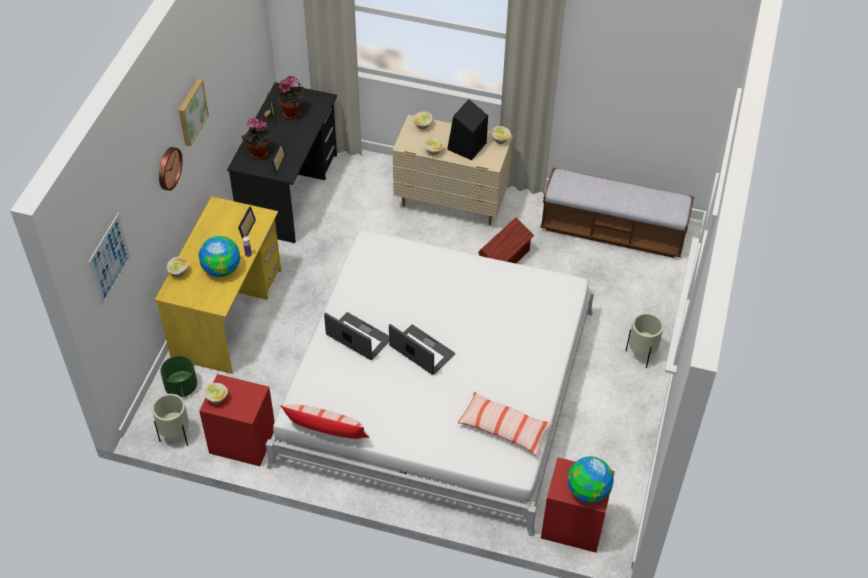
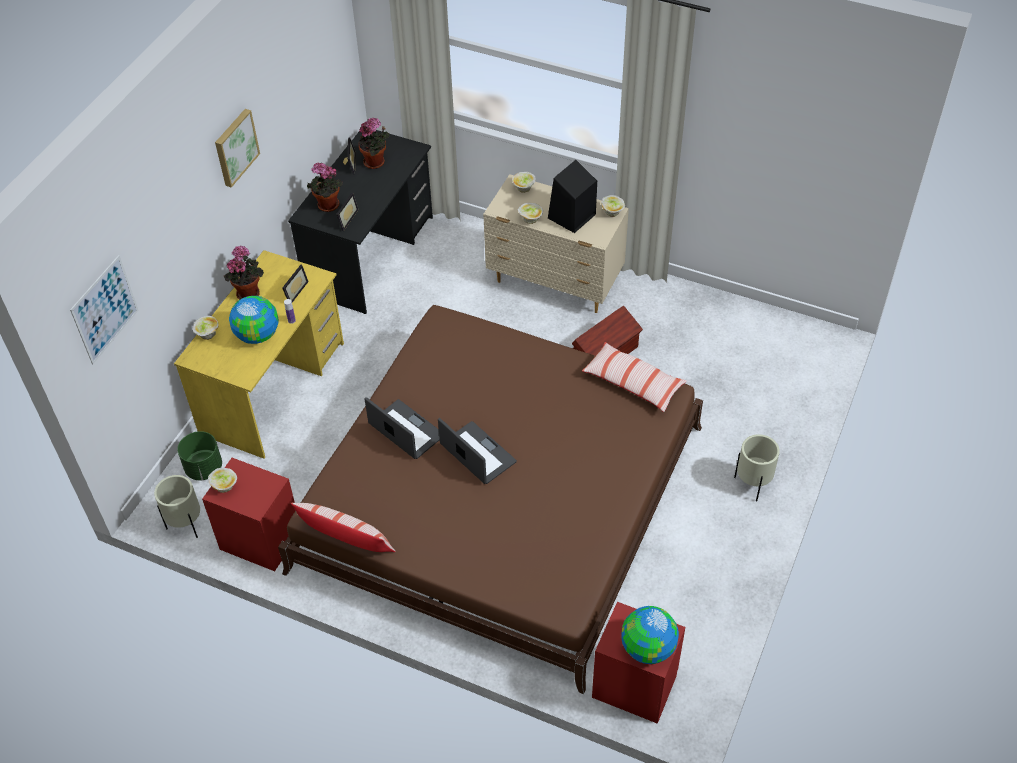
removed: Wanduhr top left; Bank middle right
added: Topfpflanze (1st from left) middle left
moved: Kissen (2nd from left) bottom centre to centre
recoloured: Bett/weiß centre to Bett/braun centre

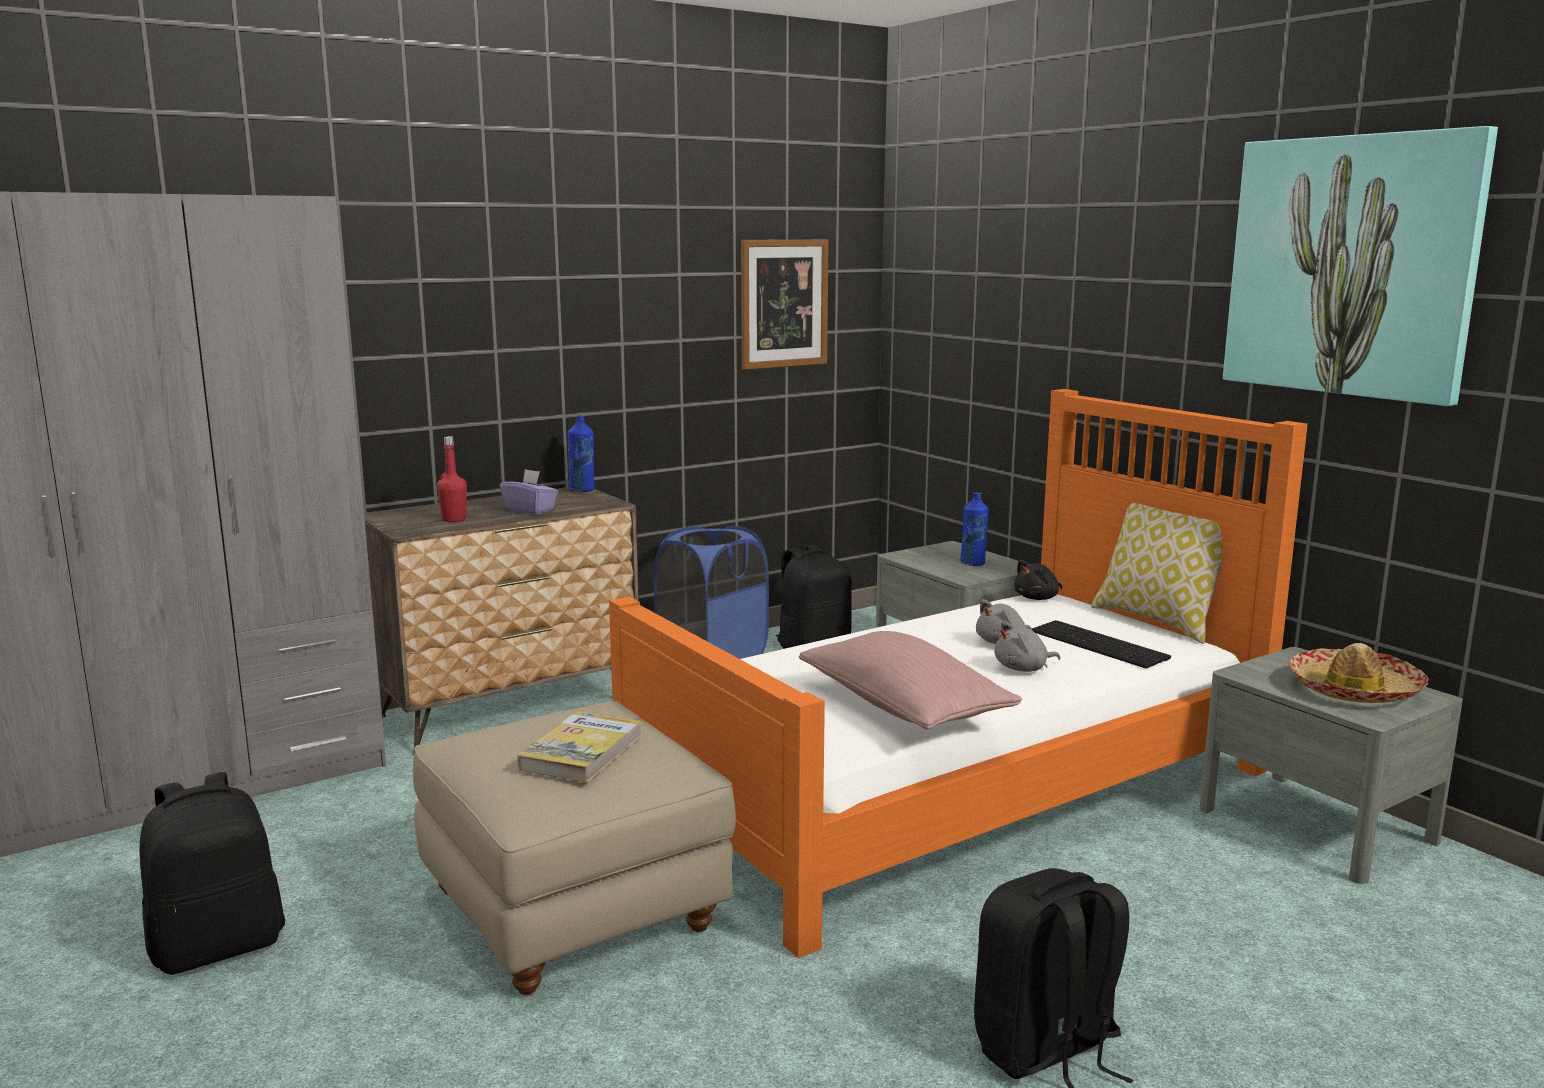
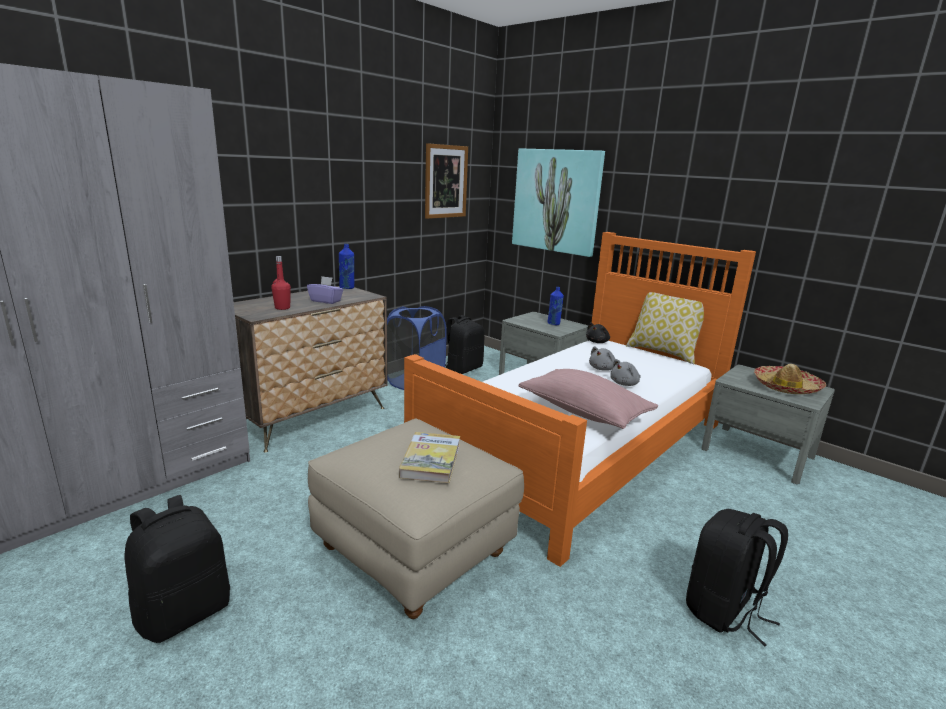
removed: Tastatur middle right
moved: Bild (2nd from left) top right to top centre

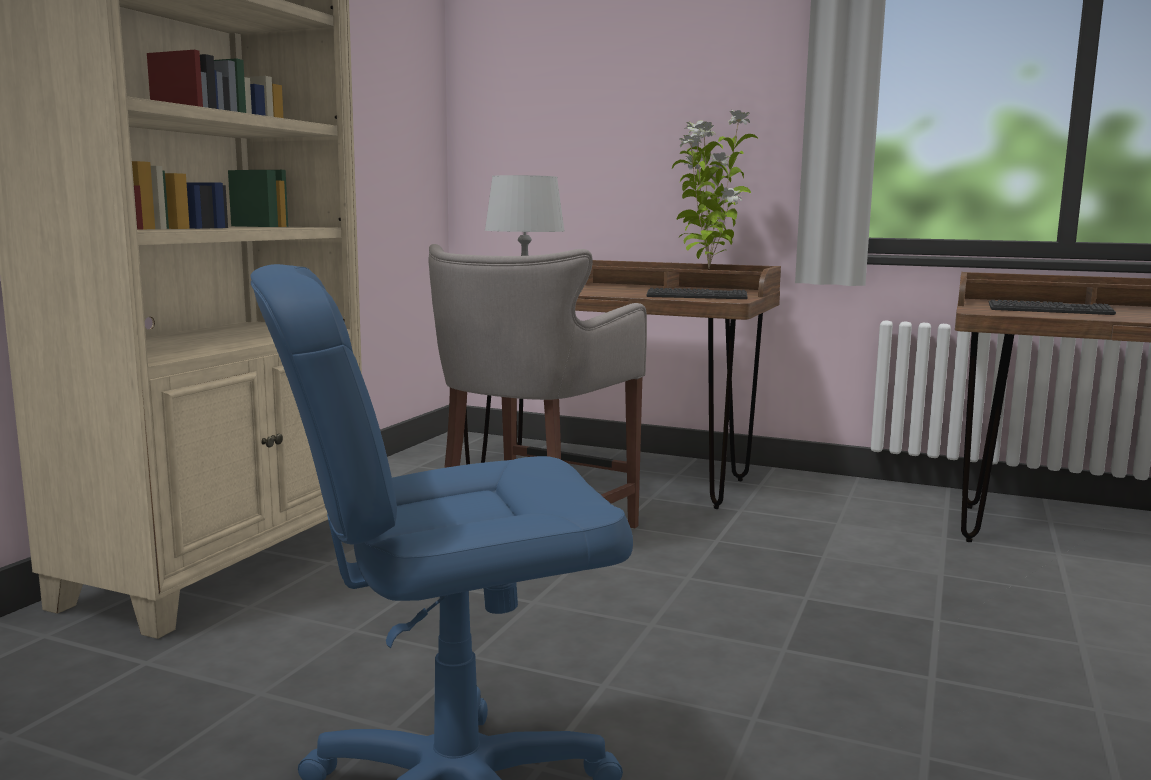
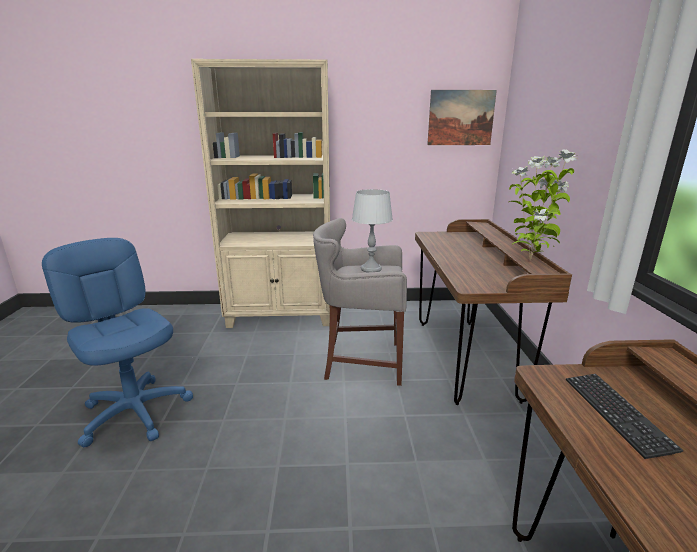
removed: Tastatur (1st from left) centre
added: Bild top centre

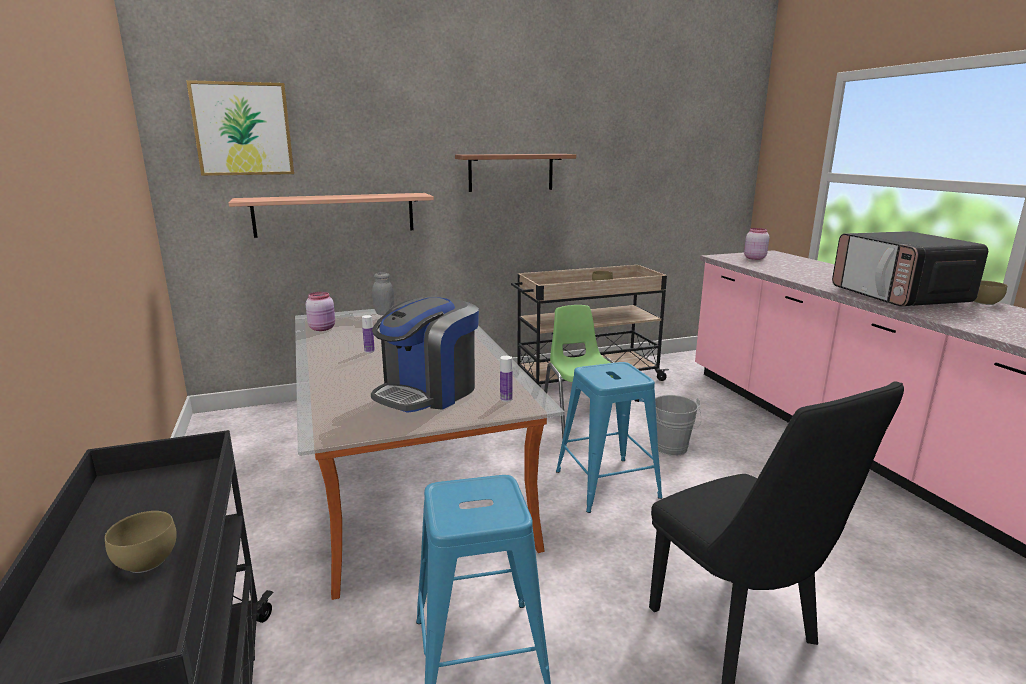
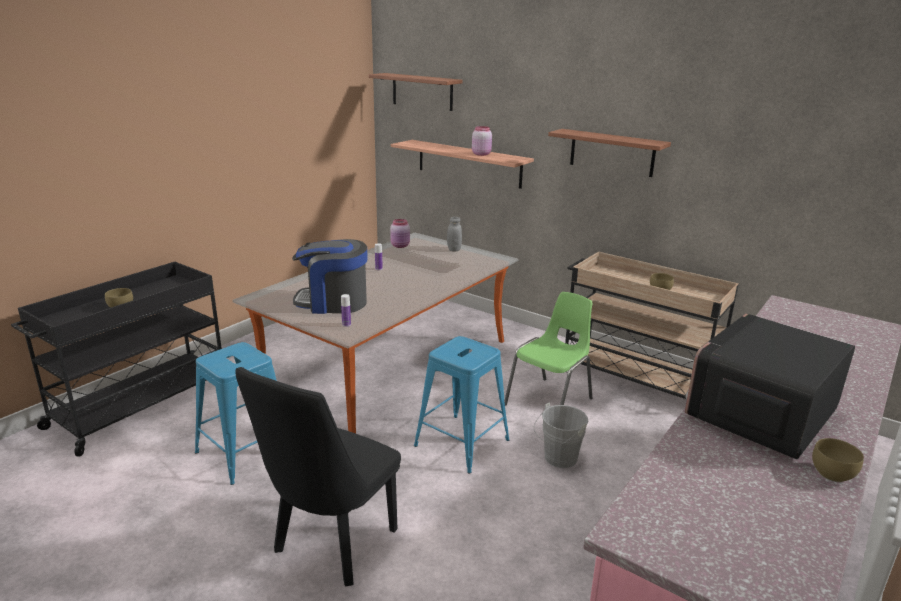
moved: Vorratsglas/rosa (2nd from left) middle right to top centre
replaced: Bild top left to Wandregal (1st from left) top centre

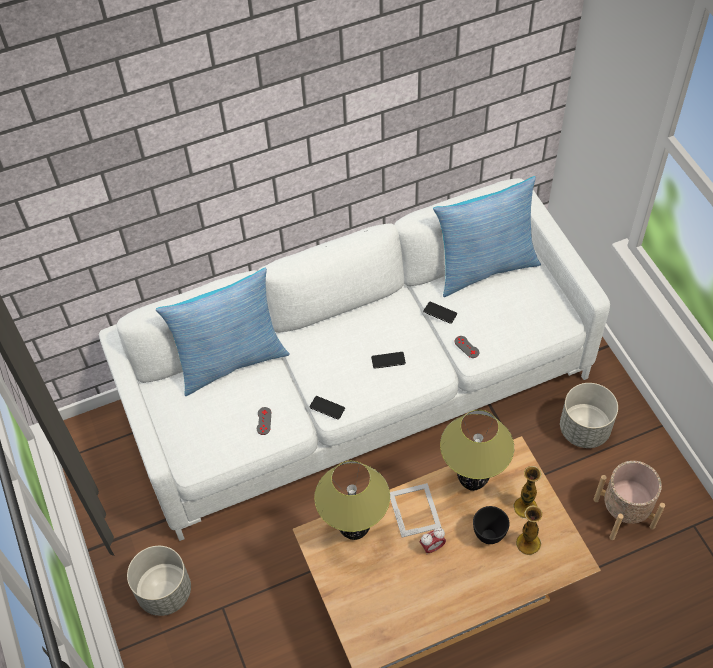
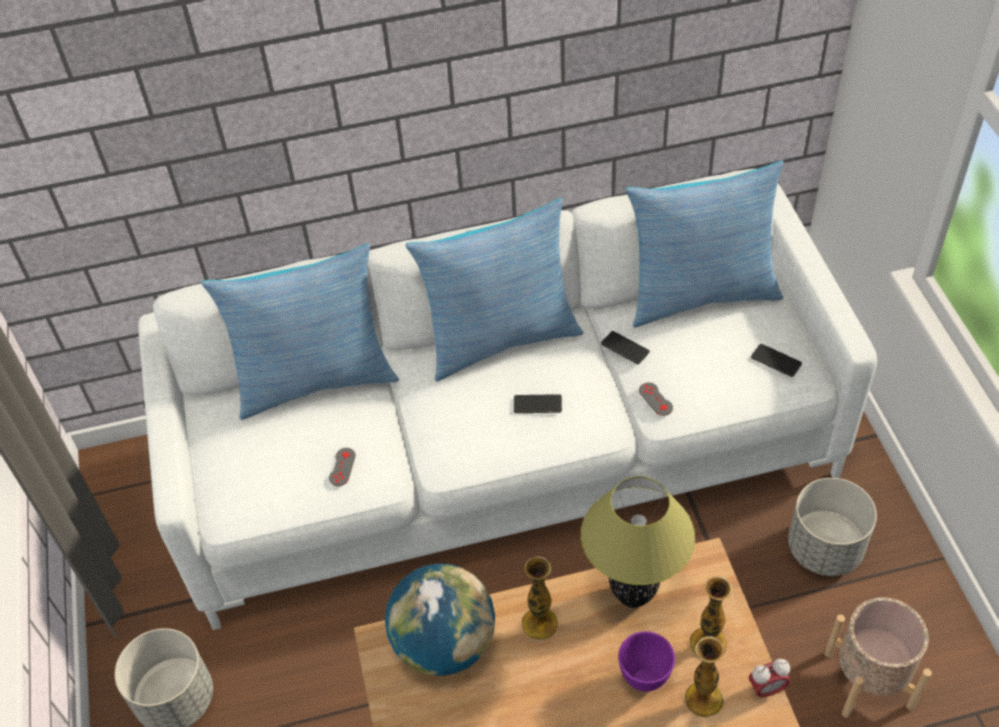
added: Kissen (2nd from left) centre
moved: Handy (1st from left in the first image) centre to Handy (3rd from left) middle right; Wecker bottom centre to bottom right
replaced: Tischlampe (1st from left) bottom centre to Globus bottom centre; Bilderrahmen bottom centre to Vase (1st from left) bottom centre
recoloured: Schüssel/schwarz bottom right to Schüssel/lila bottom centre

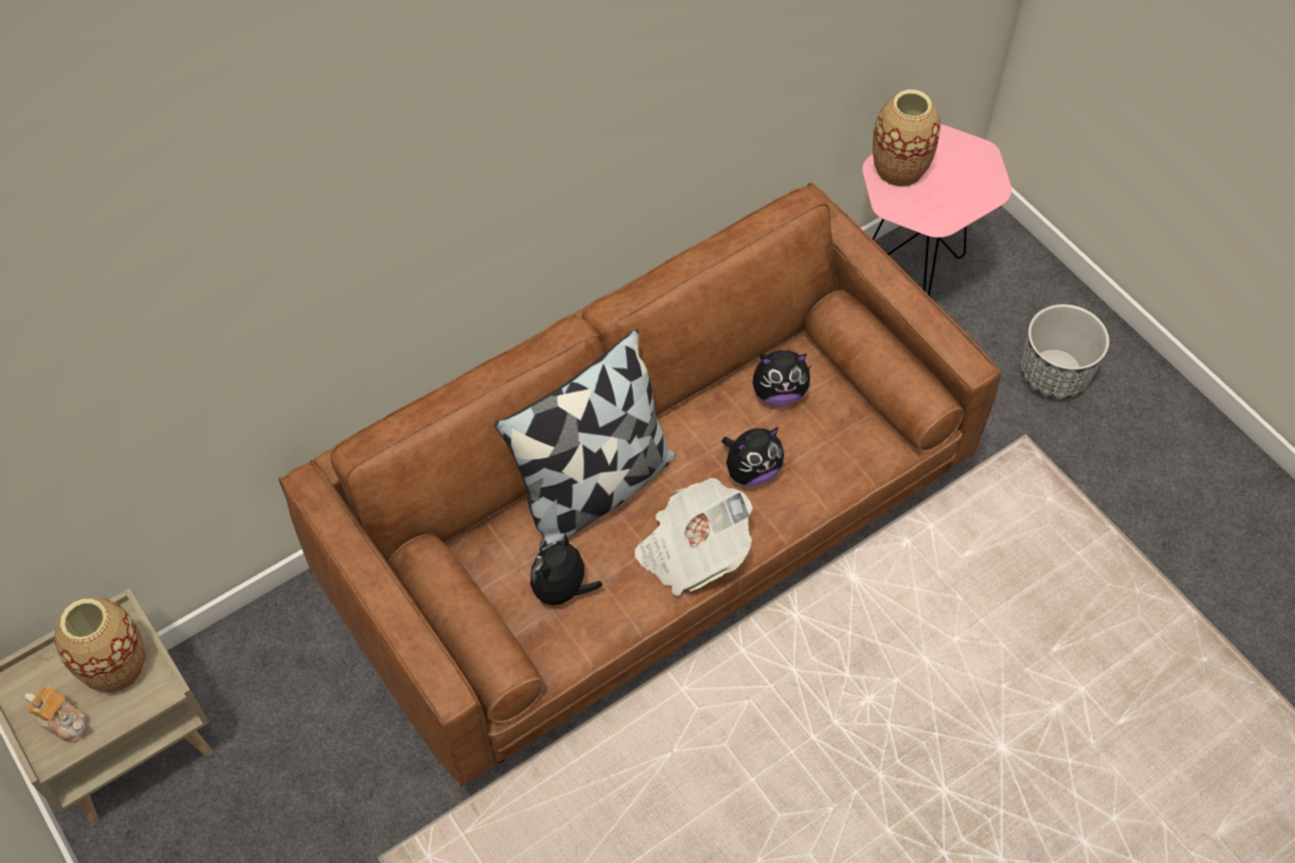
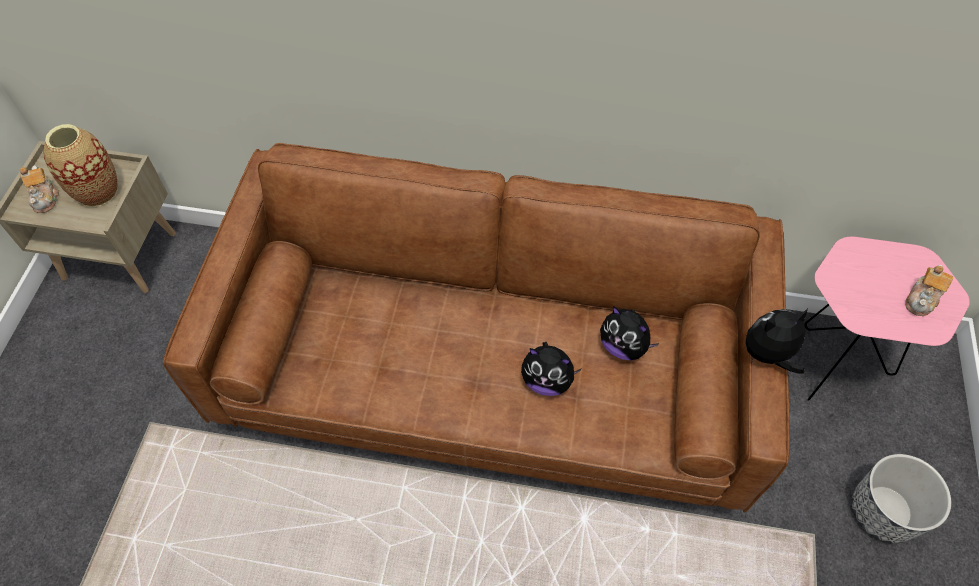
removed: Kissen centre; Zeitung centre; Vase (2nd from left) top right
added: Teekanne (2nd from left) middle right
moved: Plüschtier (1st from left in the first image) centre to Plüschtier (3rd from left) middle right

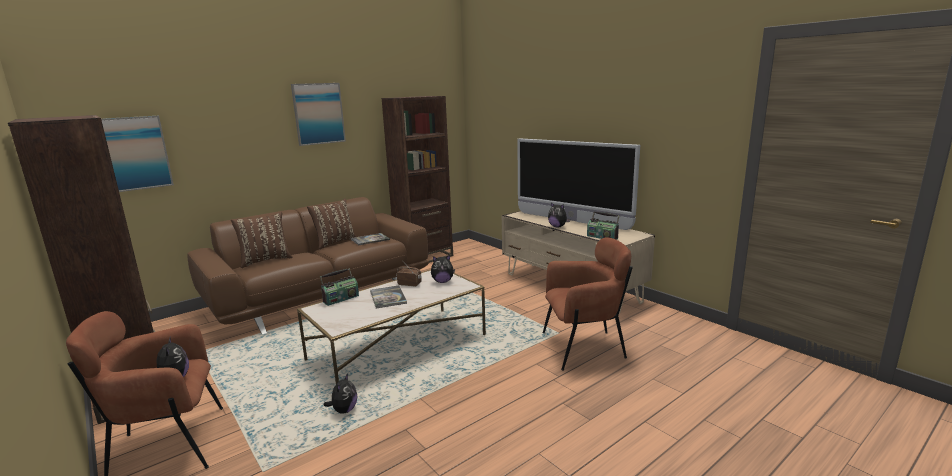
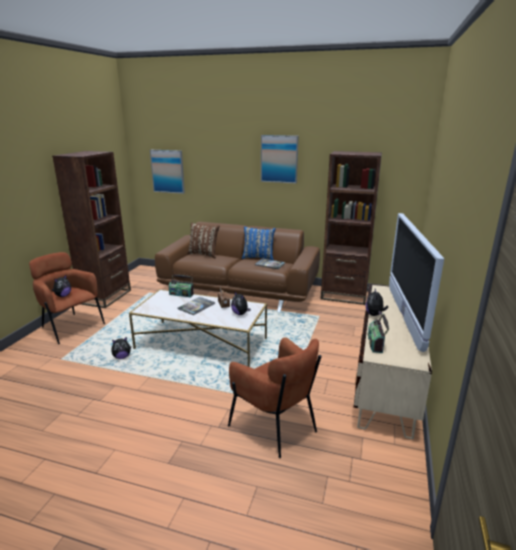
recoloured: Kissen/braun (2nd from left) centre to Kissen/blau centre

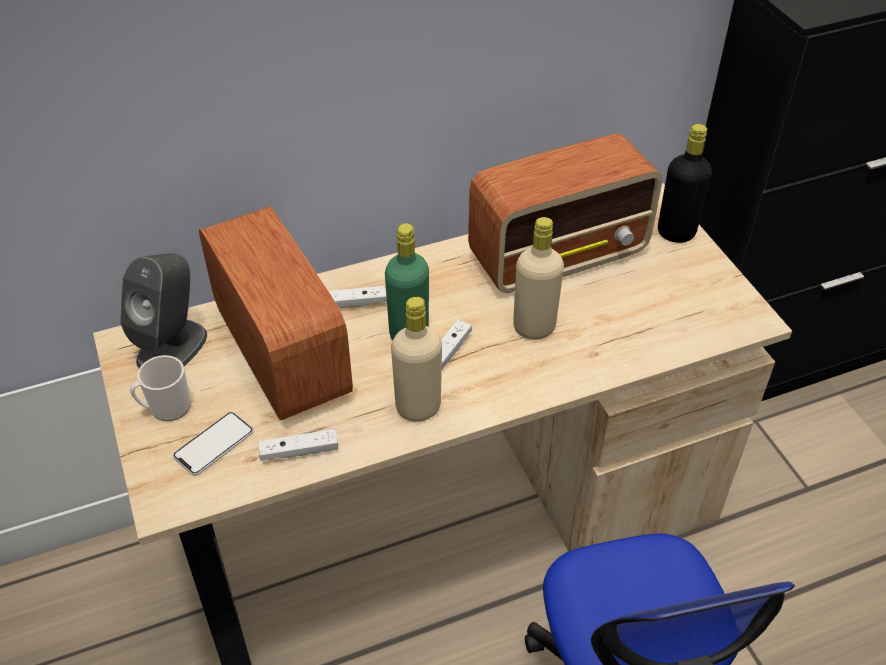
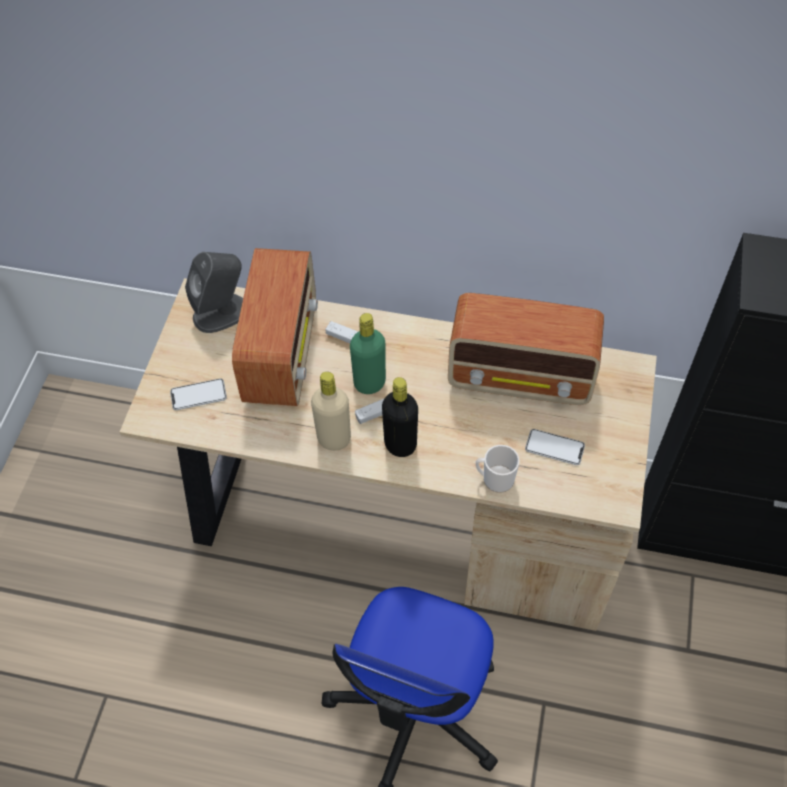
removed: Gamepad/weiß (1st from left) bottom centre; Flasche/beige (2nd from left) centre
added: Handy (2nd from left) middle right
moved: Henkelbecher middle left to centre; Flasche/schwarz top right to centre

